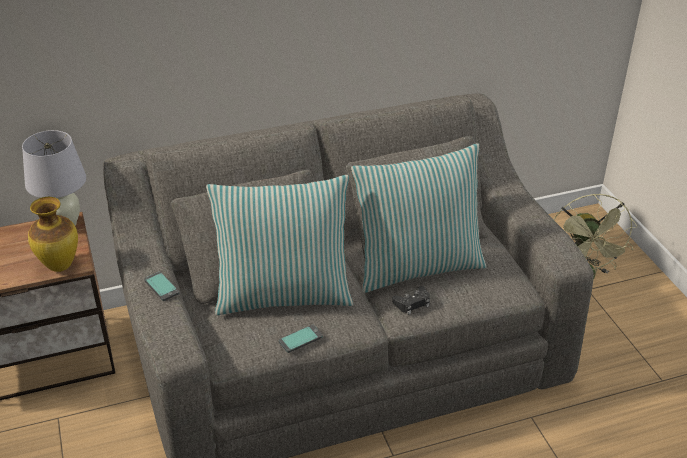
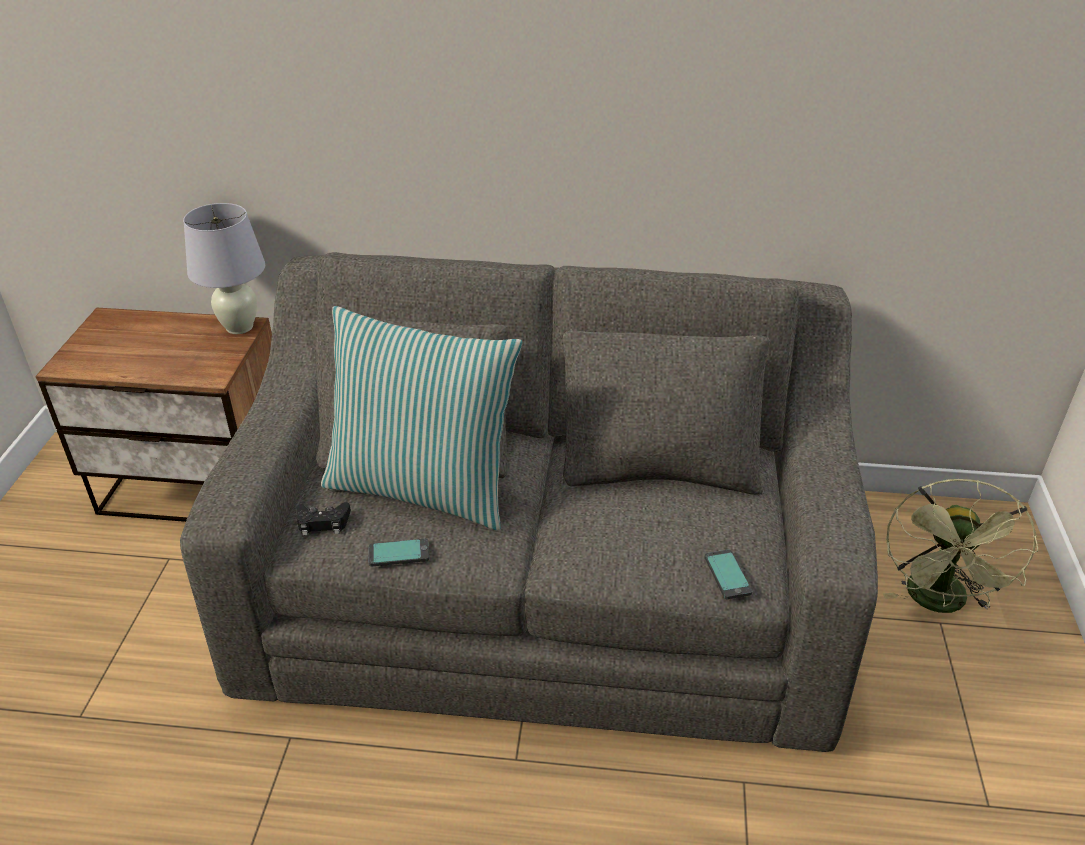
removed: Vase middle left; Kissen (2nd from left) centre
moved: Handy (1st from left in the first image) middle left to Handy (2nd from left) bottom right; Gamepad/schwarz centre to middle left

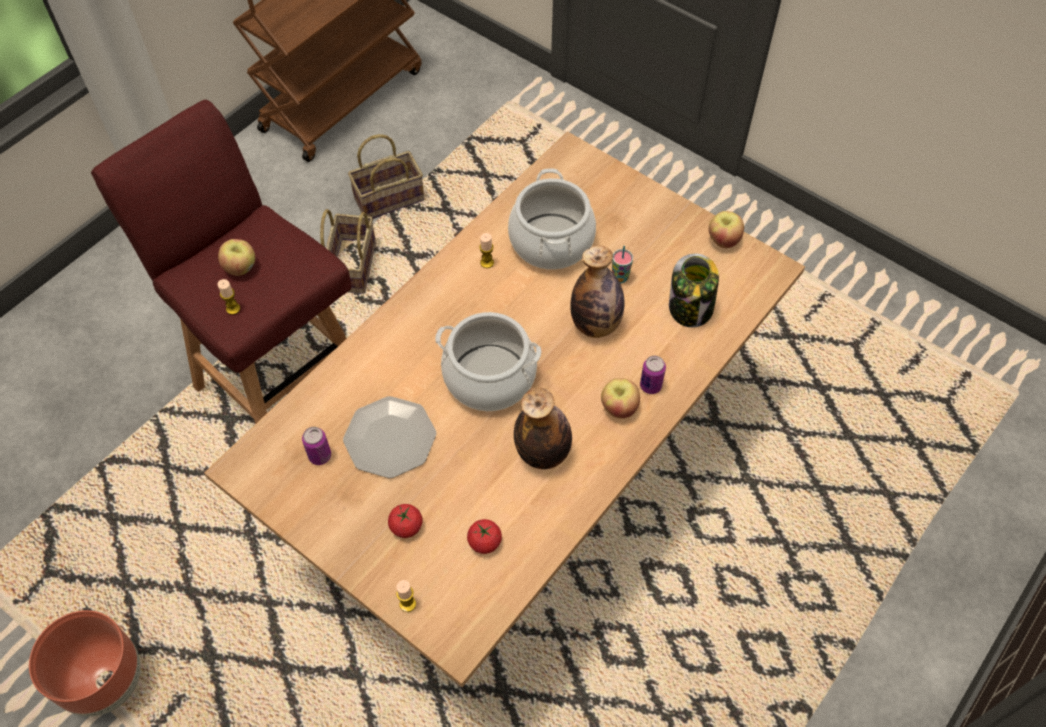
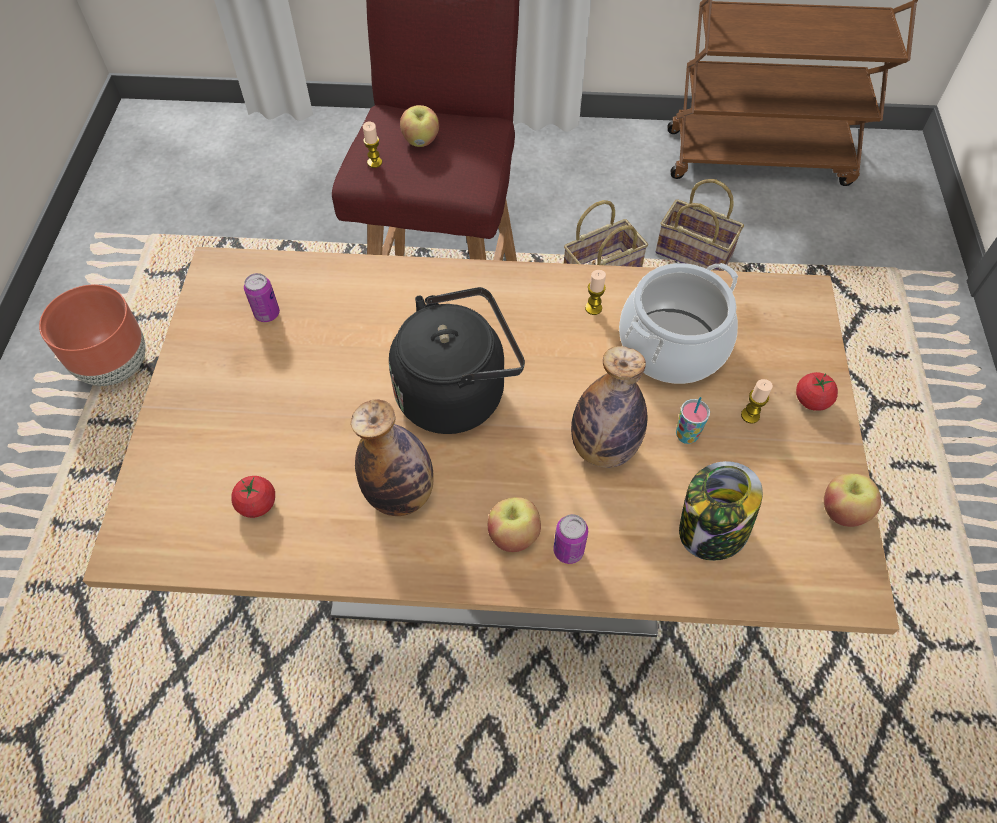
removed: Teller centre
moved: Tomate (1st from left in the first image) bottom centre to Tomate (2nd from left) middle right; Kerze (2nd from left in the first image) bottom centre to Kerze (3rd from left) middle right
replaced: Kochtopf (1st from left) centre to Wasserkessel/schwarz centre

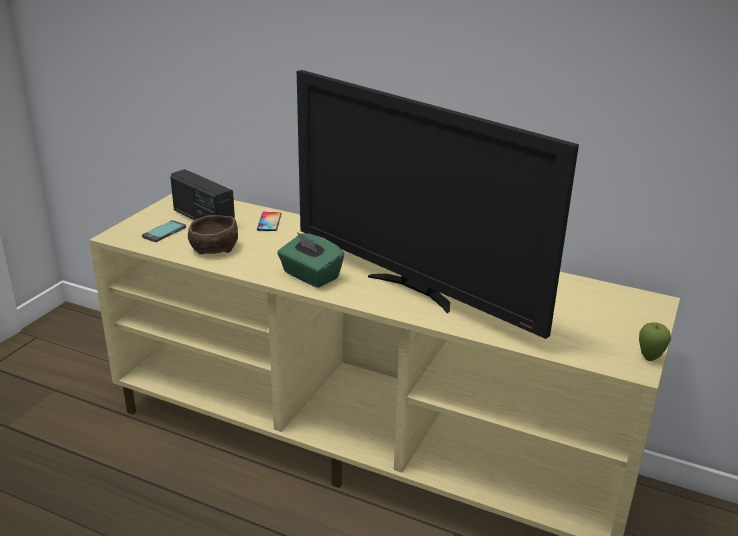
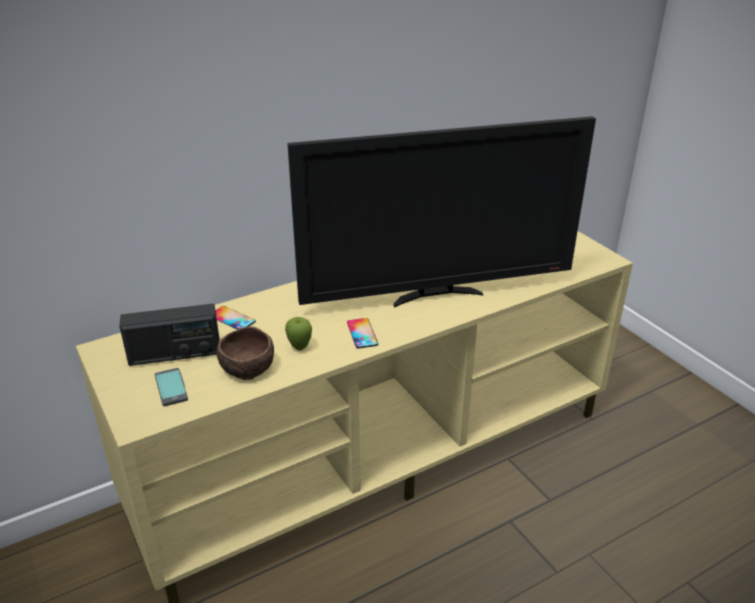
moved: Apfel middle right to centre
replaced: Taschentuchbox/grün centre to Handy (3rd from left) centre

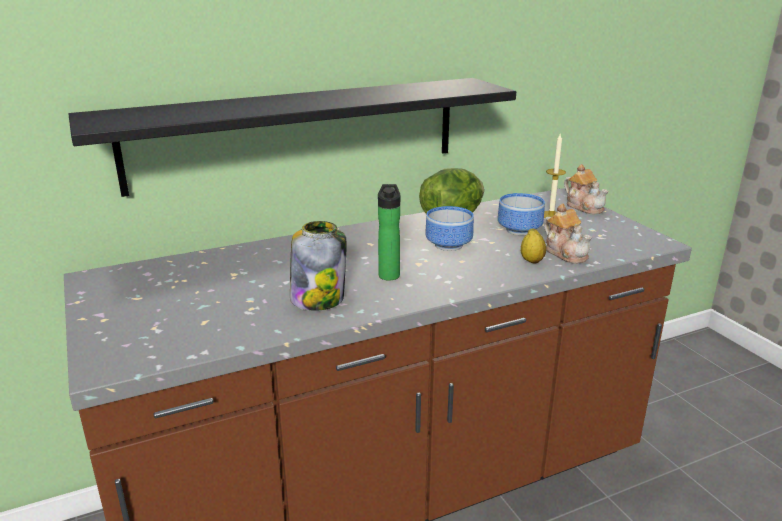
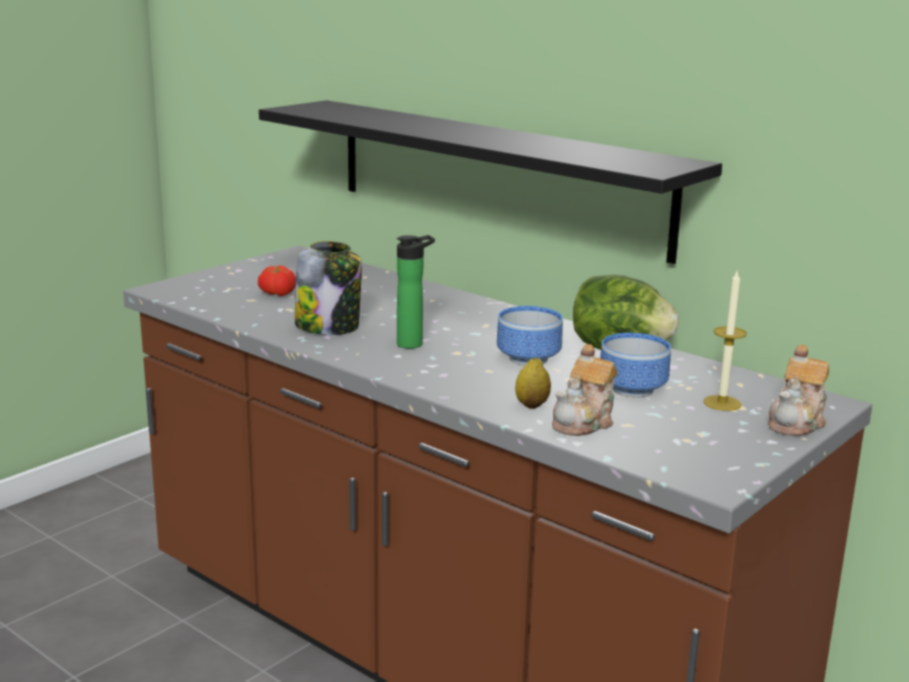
added: Tomate middle left

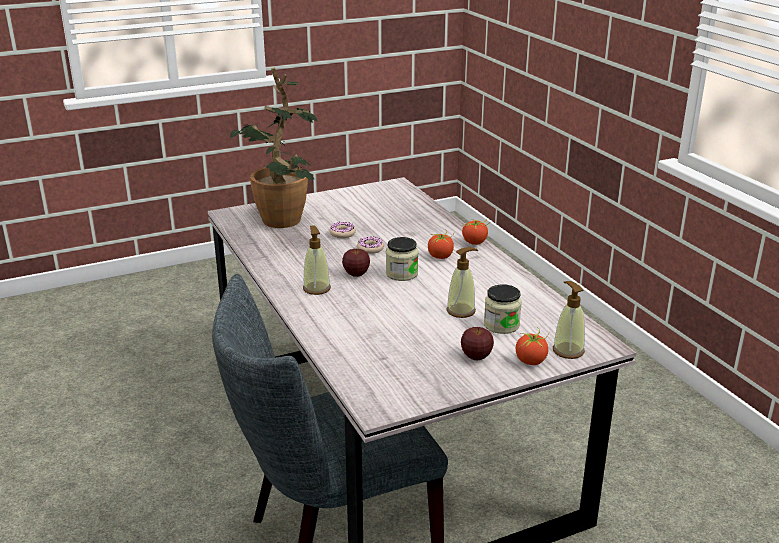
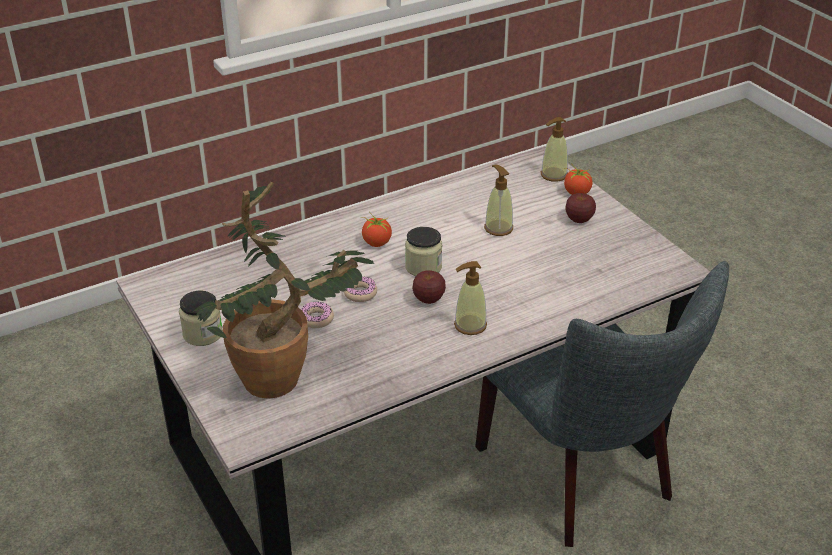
removed: Tomate (2nd from left) centre
moved: Vorratsglas (2nd from left in the first image) centre to Vorratsglas (1st from left) middle left

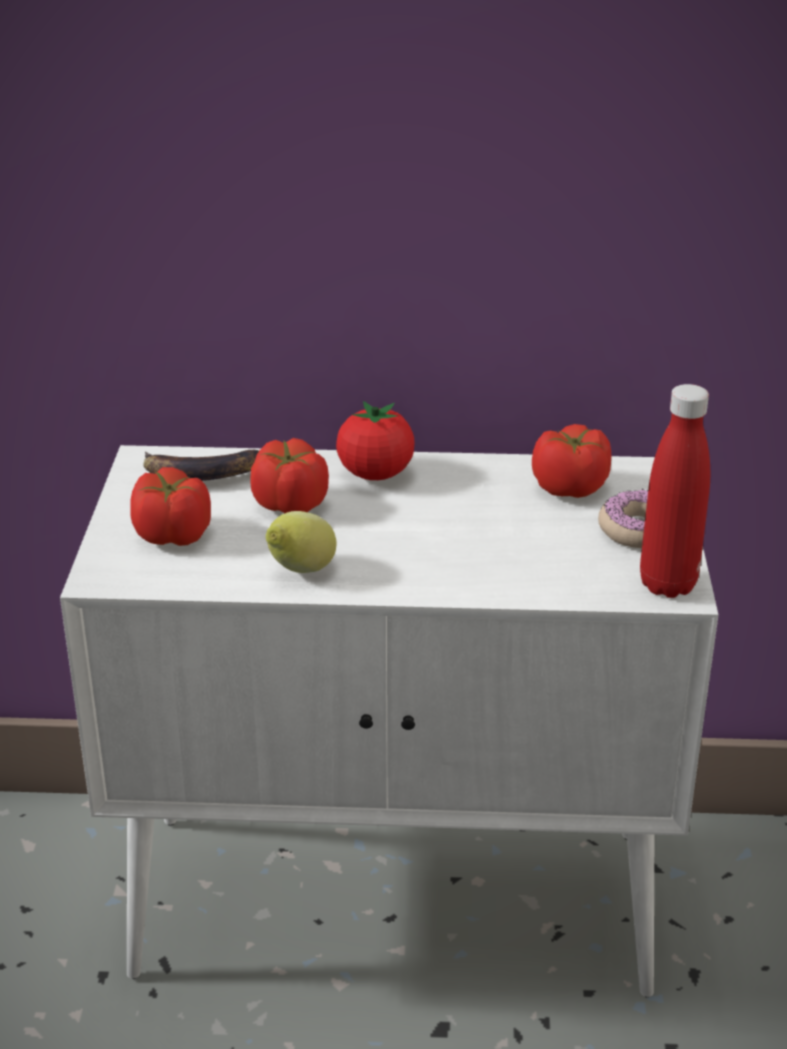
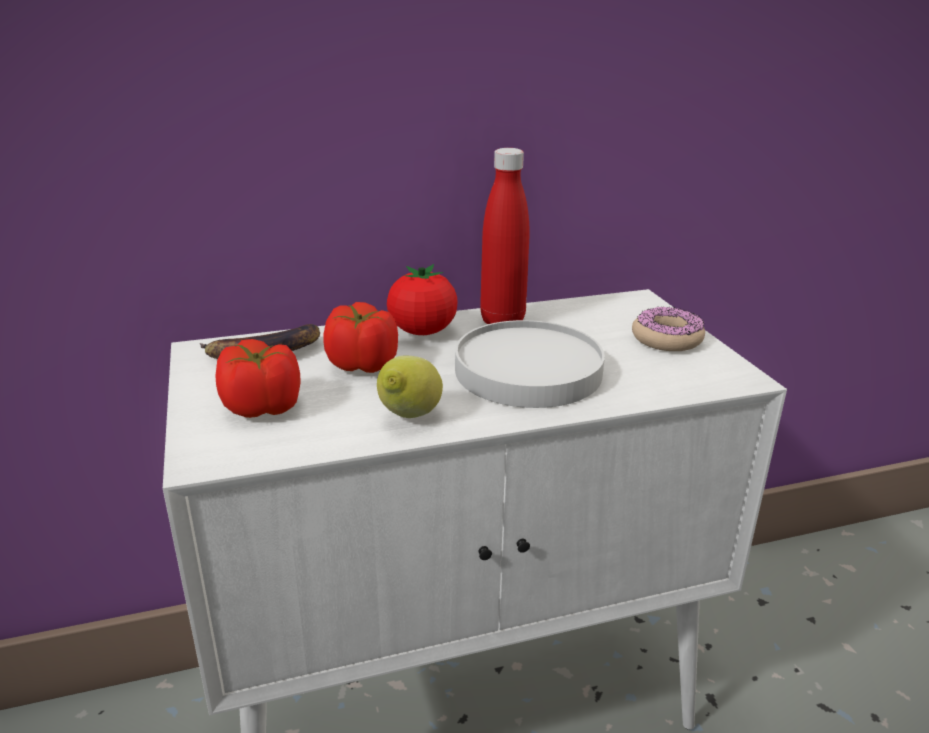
removed: Tomate (4th from left) middle right
added: Teller/weiß centre
moved: Flasche/rot middle right to top centre

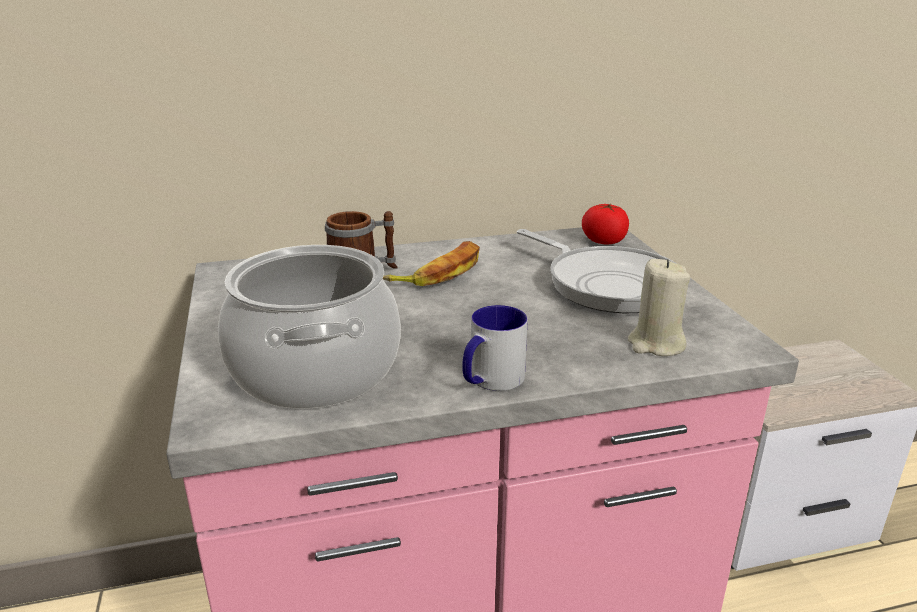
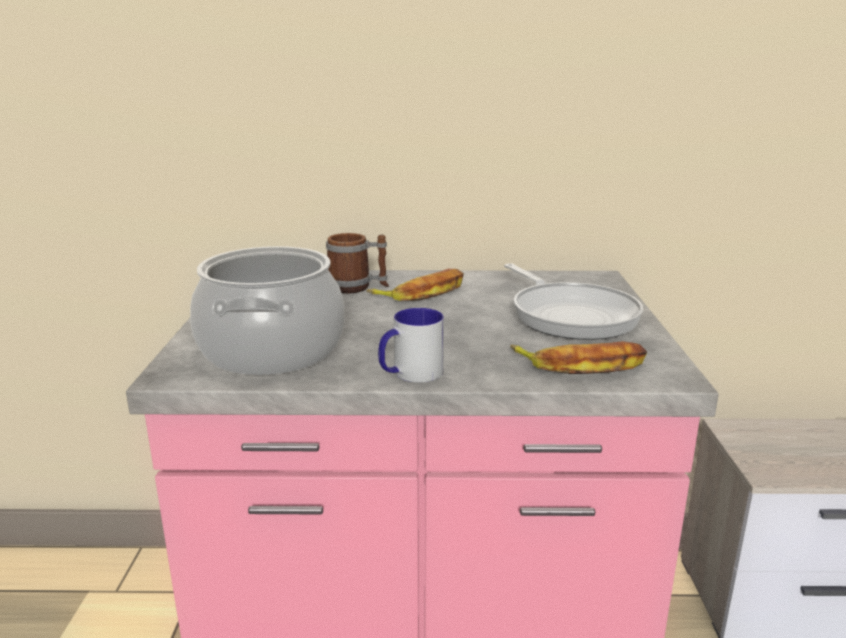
removed: Tomate centre
replaced: Kerze/beige middle right to Banane (2nd from left) middle right

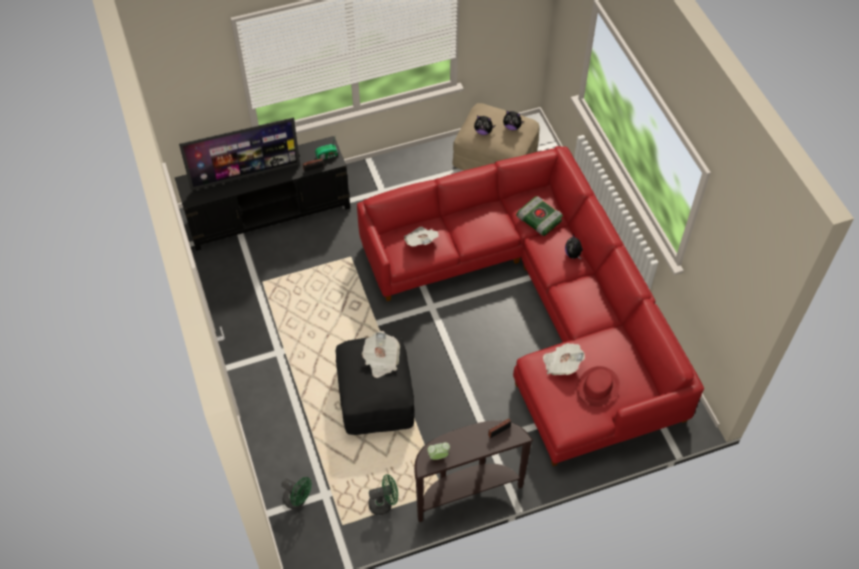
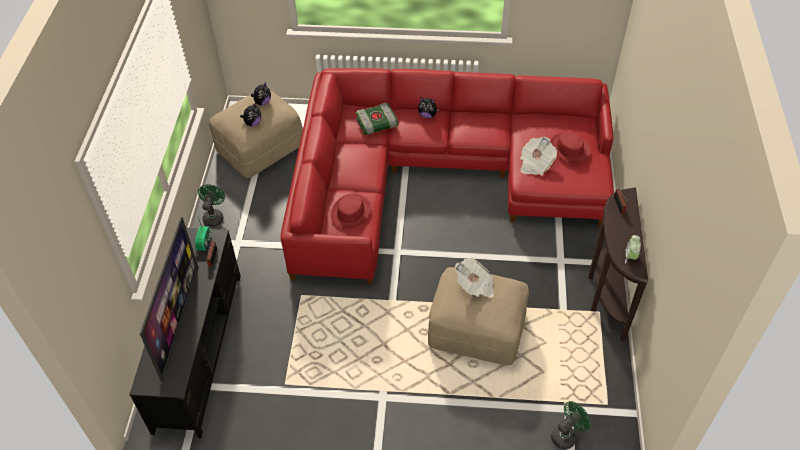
moved: Ventilator/grün (2nd from left in the first image) bottom centre to Ventilator/grün (1st from left) middle left
replaced: Zeitung (2nd from left) centre to Hut/rot (1st from left) centre
recoloured: Polsterhocker/schwarz bottom centre to Polsterhocker/beige (2nd from left) bottom centre

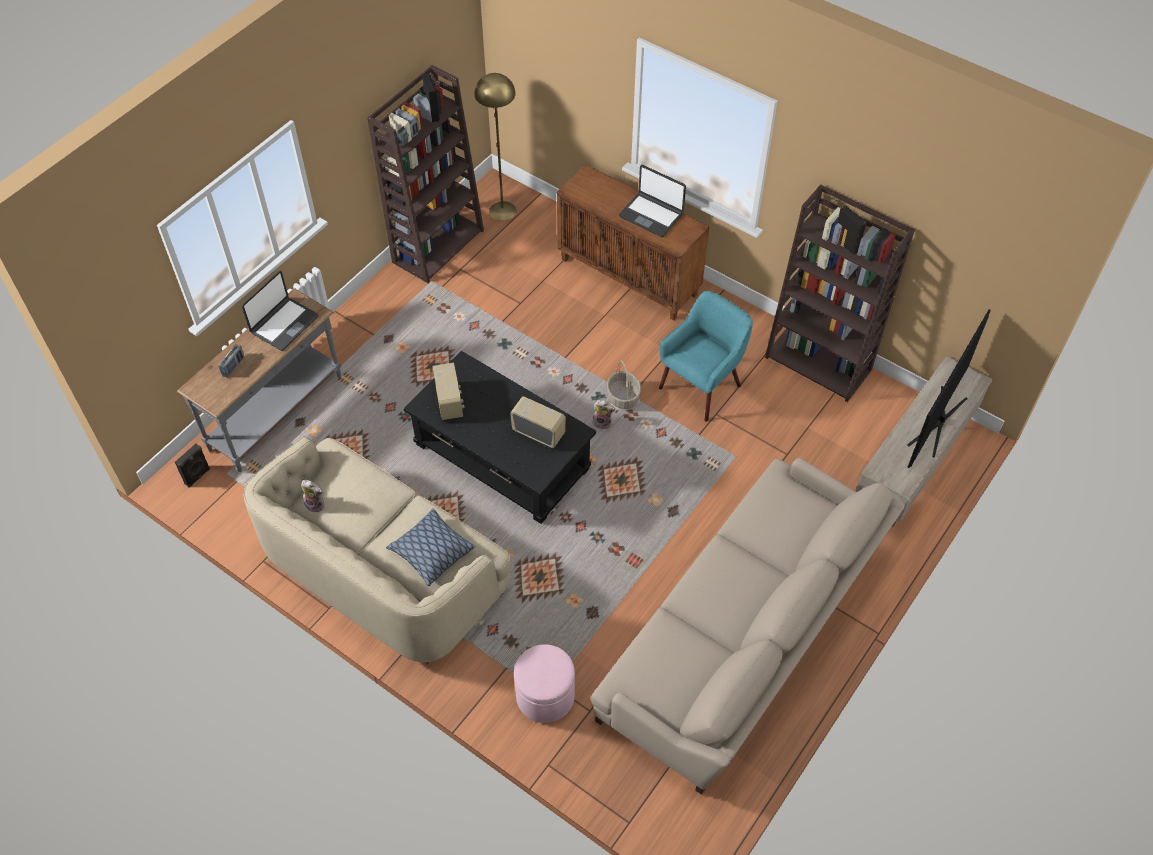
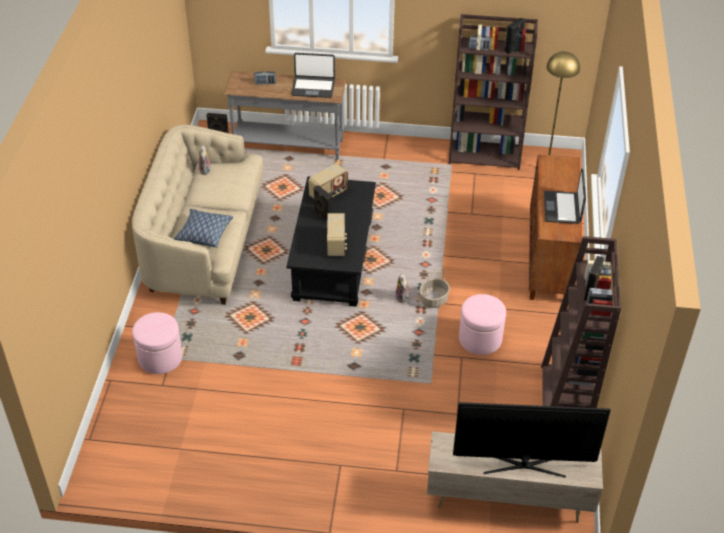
removed: Sofa/beige (2nd from left) bottom centre
added: Lautsprecher/schwarz (2nd from left) centre
replaced: Sessel/türkis centre to Polsterhocker/rosa (2nd from left) centre

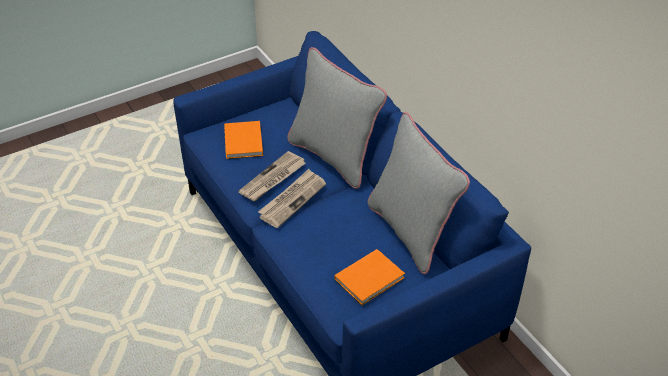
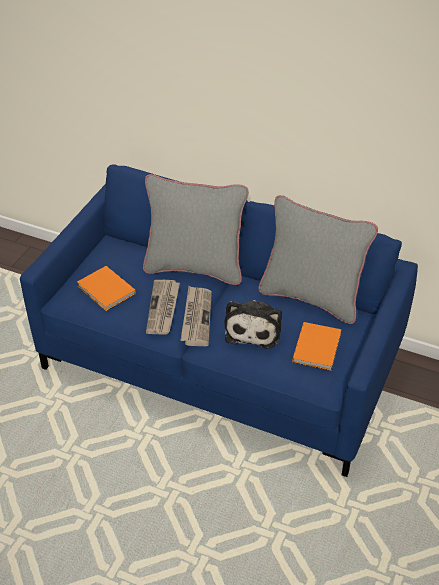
added: Plüschtier centre

